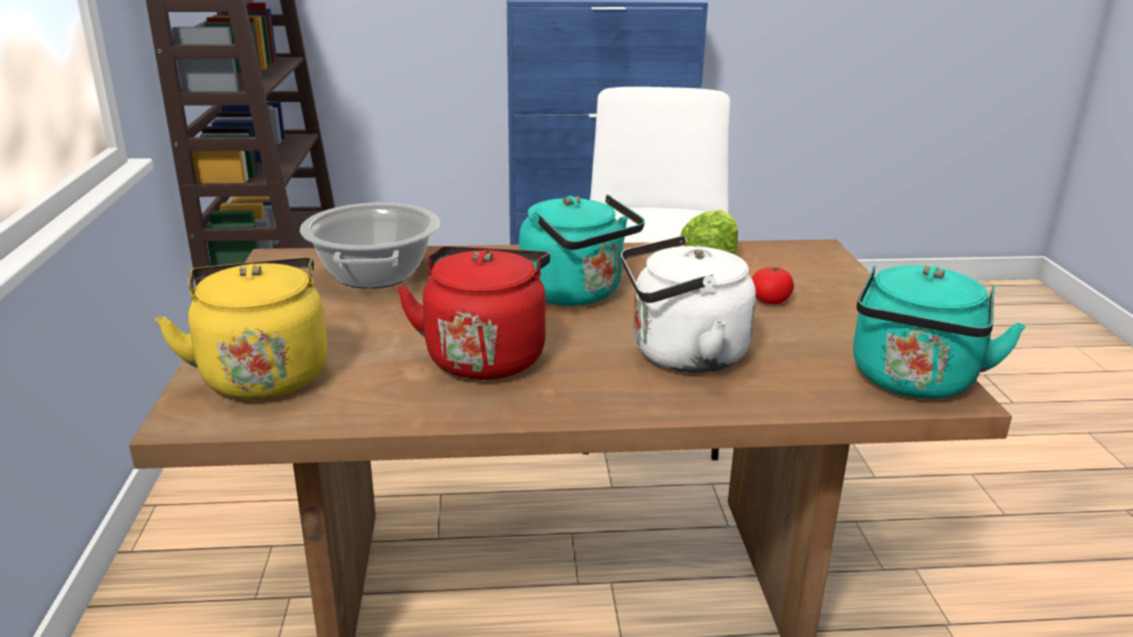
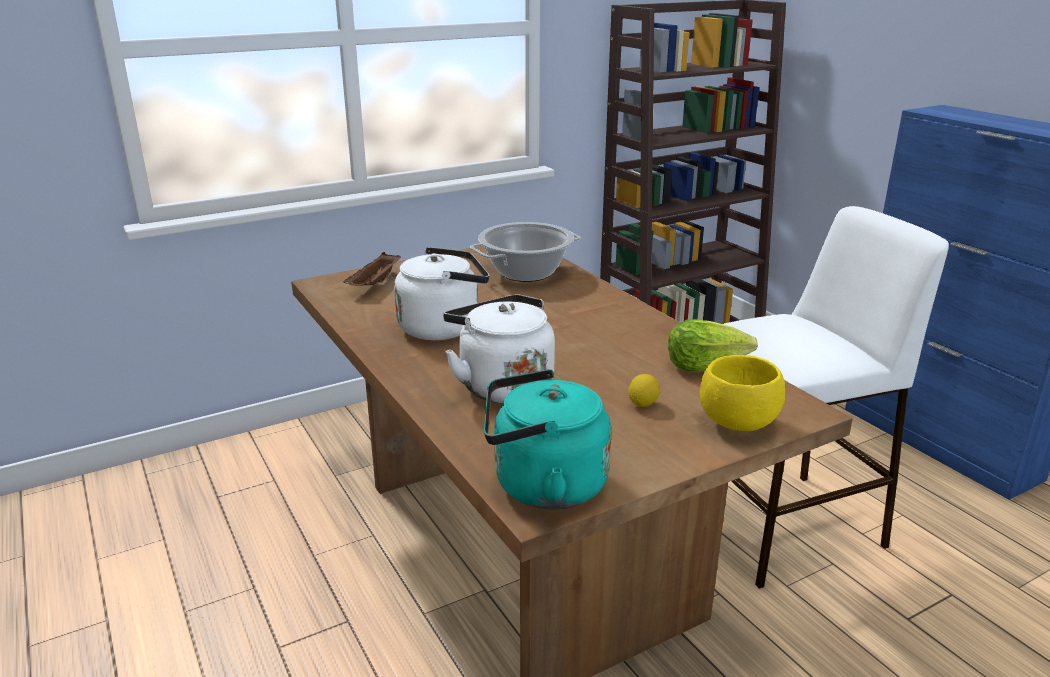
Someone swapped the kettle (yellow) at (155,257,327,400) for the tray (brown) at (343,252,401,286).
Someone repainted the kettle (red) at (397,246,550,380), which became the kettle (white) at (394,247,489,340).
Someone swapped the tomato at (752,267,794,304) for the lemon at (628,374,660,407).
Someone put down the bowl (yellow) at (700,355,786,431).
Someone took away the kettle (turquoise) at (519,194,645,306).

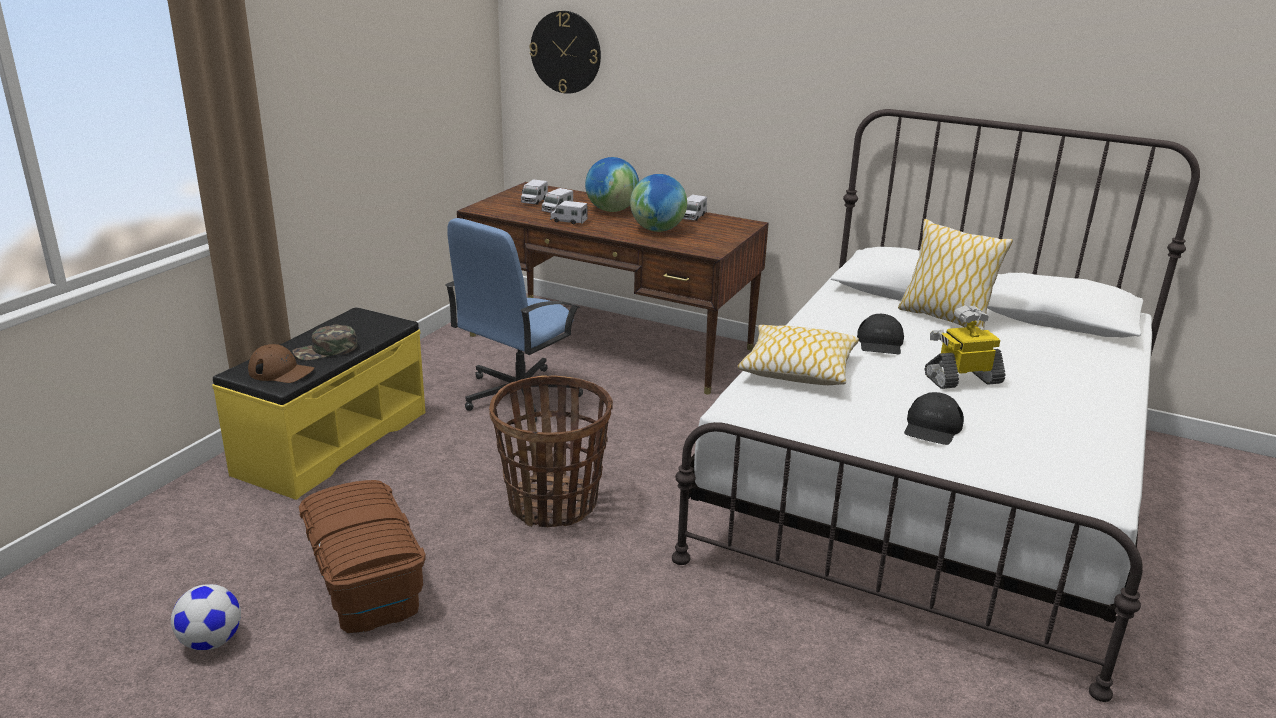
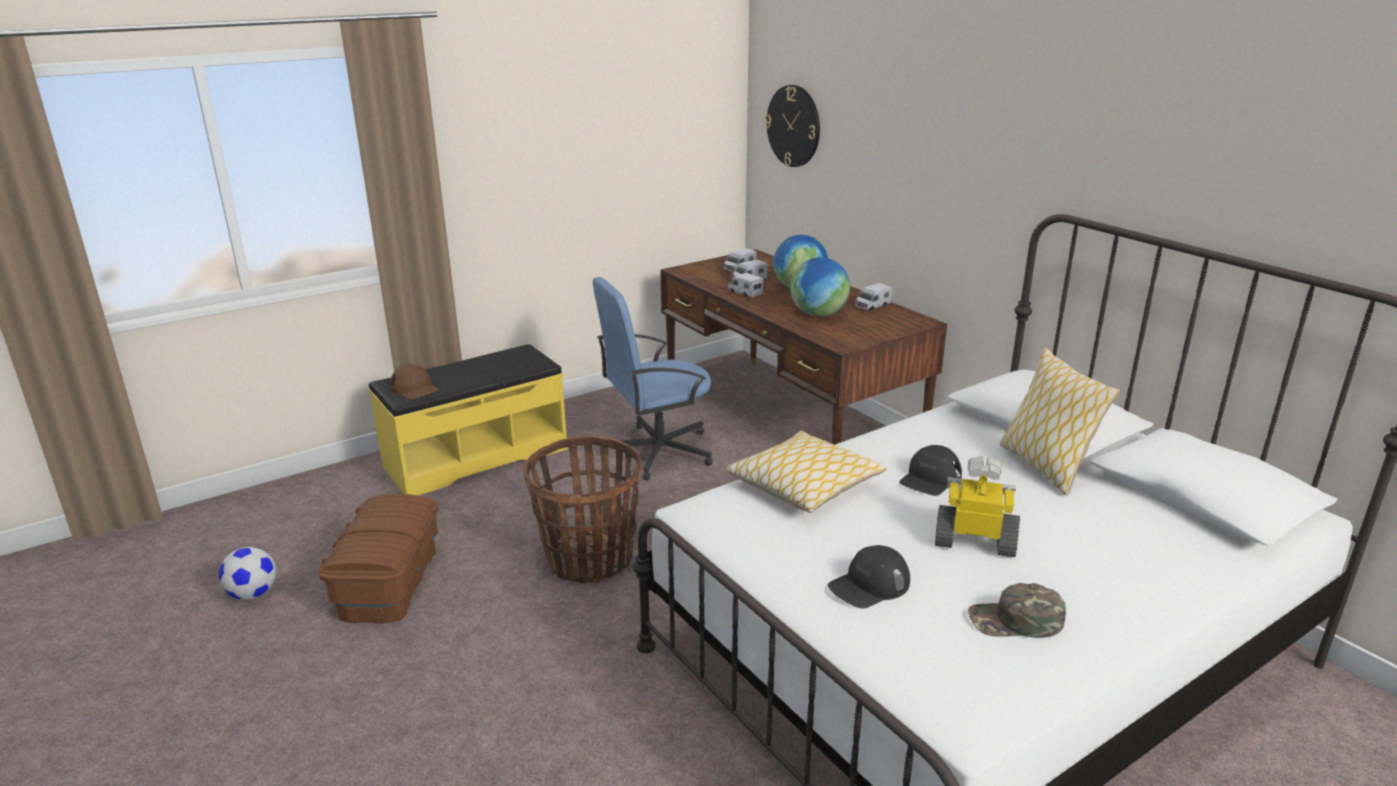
Someone carried the cap (green) from (292,324,358,361) to (968,583,1066,638).

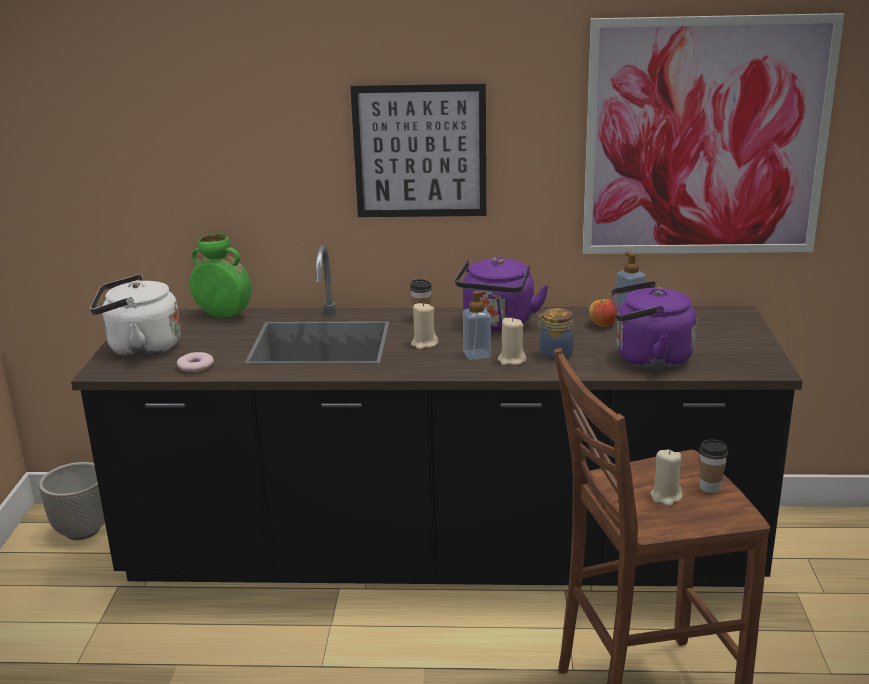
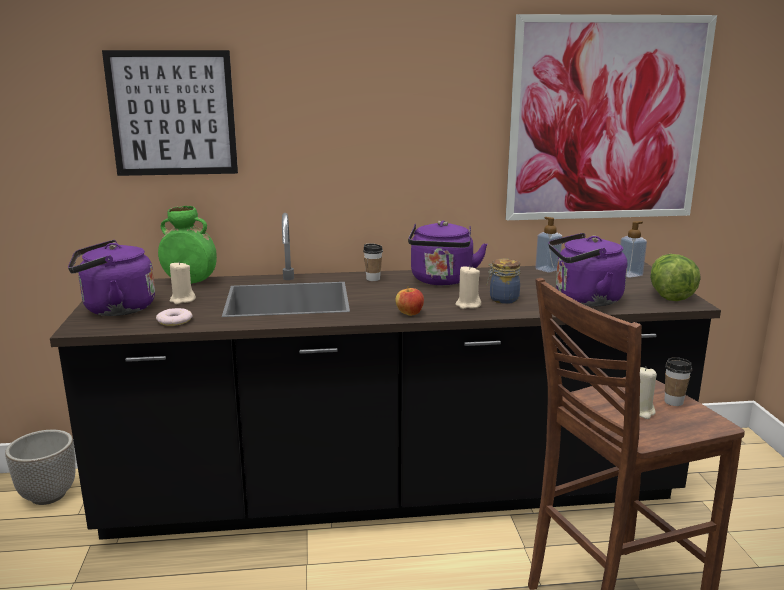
Someone repainted the kettle (white) at (90,274,181,357), which became the kettle (purple) at (68,240,155,316).
Someone carried the picture from (350,83,486,217) to (102,50,238,176).
Someone carried the candle (beige) from (411,302,438,349) to (170,261,196,304).
Someone carried the apple from (589,297,618,327) to (396,286,424,316).
Someone carried the soap dispenser from (463,291,491,360) to (620,221,647,277).
Someone put down the lettuce at (650,254,701,301).

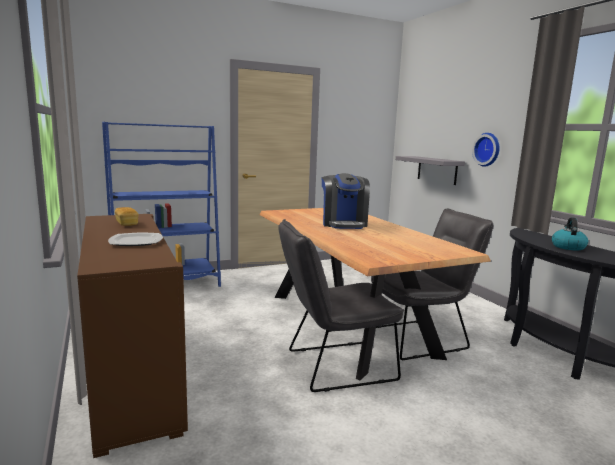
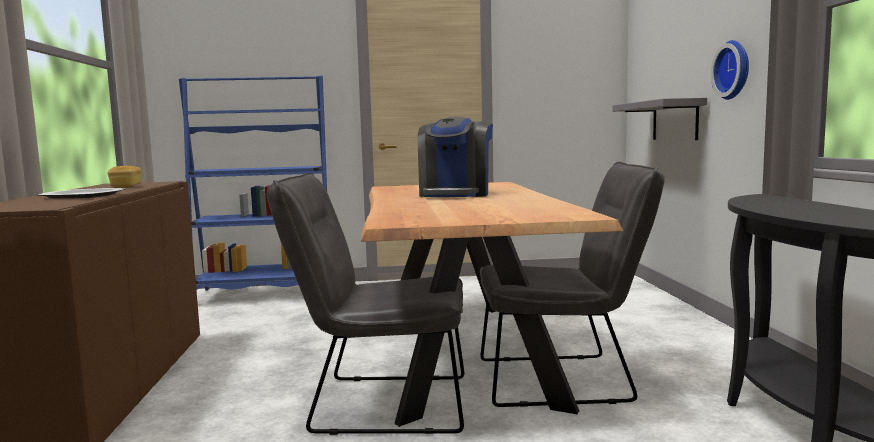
Someone took away the kettle at (552,217,588,250).

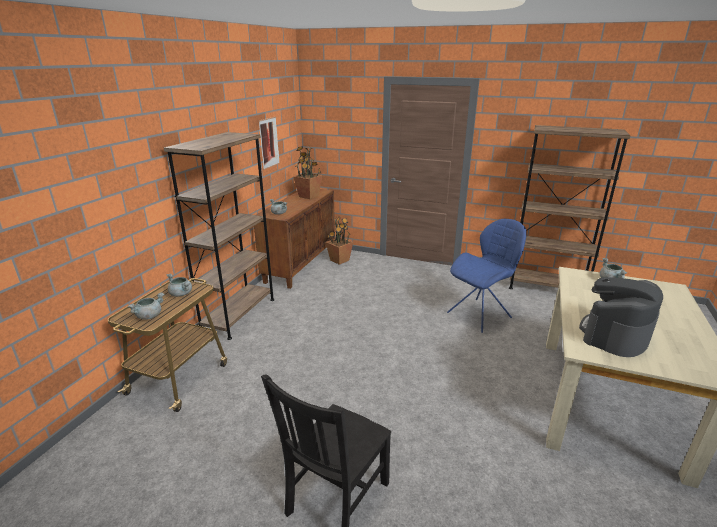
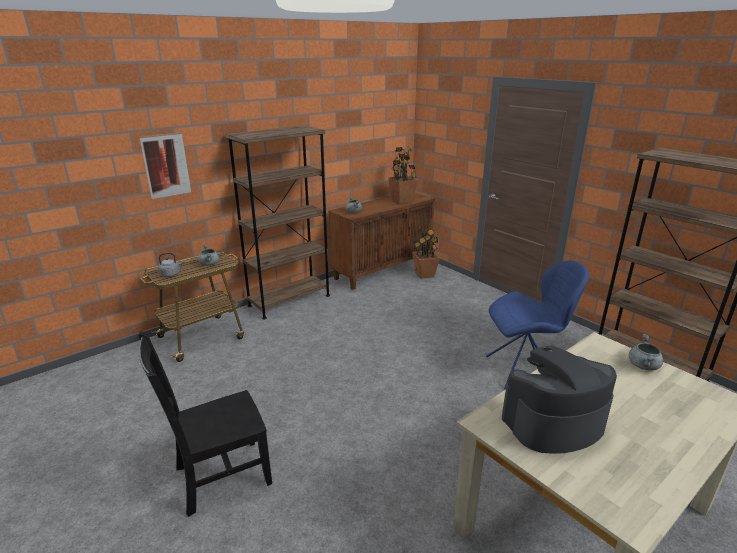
Someone carried the picture from (259,117,280,170) to (139,132,191,200).
Someone swapped the cooking pot (grey) at (128,292,164,320) for the kettle (grey) at (158,252,185,277).

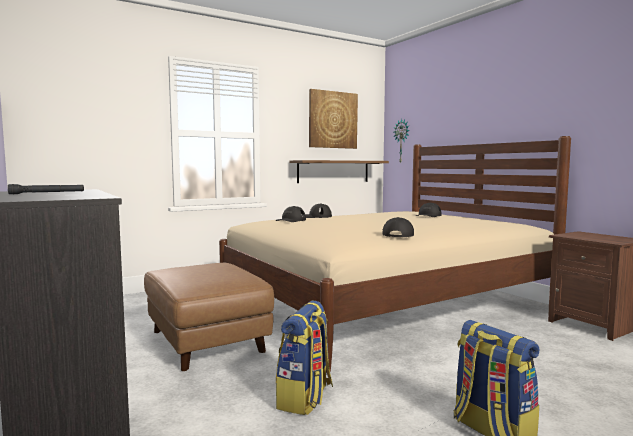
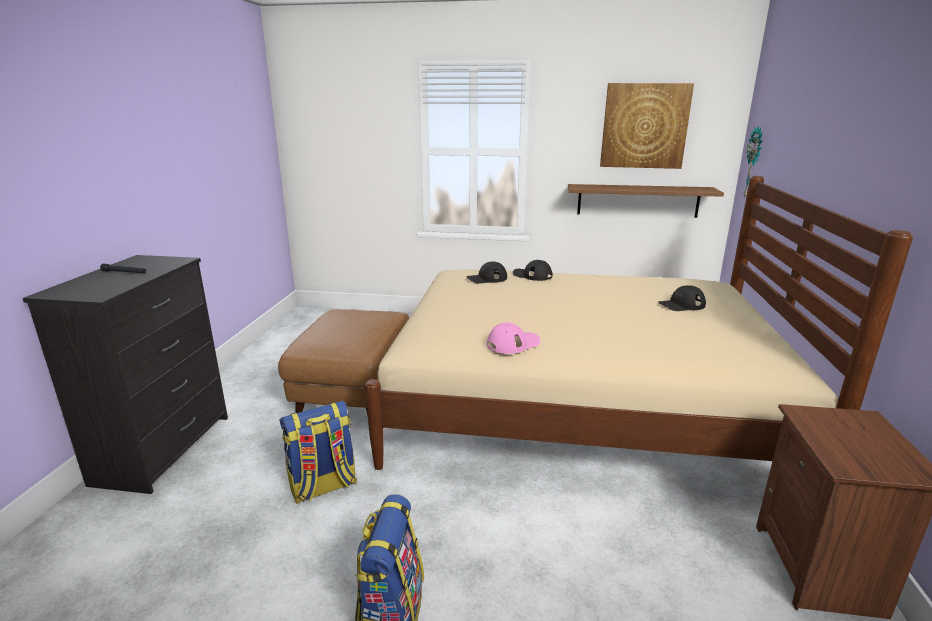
Someone repainted the cap (black) at (383,217,414,237), which became the cap (pink) at (487,322,540,354).

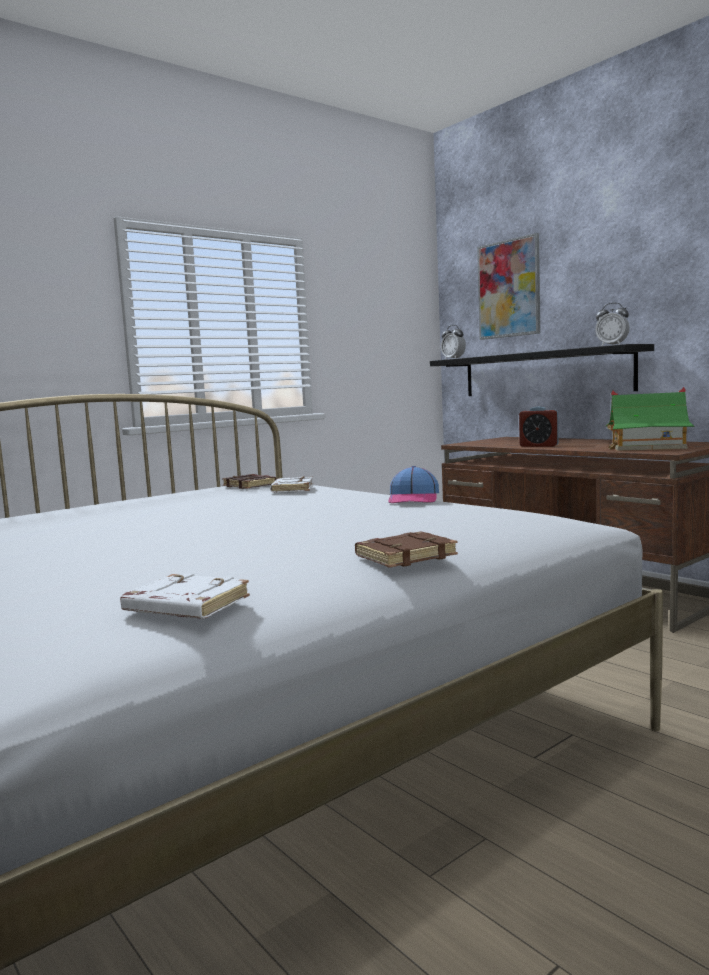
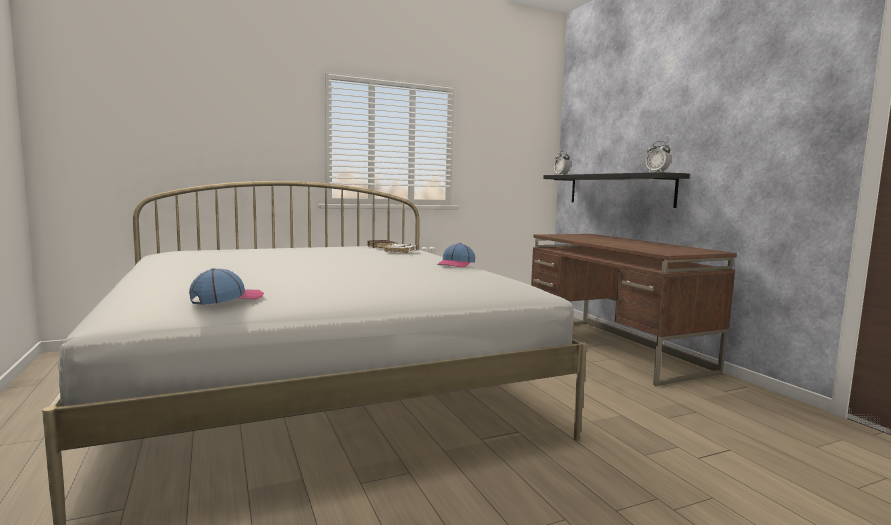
Someone swapped the book (white) at (120,574,250,619) for the cap at (189,268,264,305).
Someone took away the book (brown) at (355,532,458,568).
Someone took away the picture at (477,233,540,340).
Someone took away the alarm clock at (519,406,559,447).
Someone took away the toy house at (605,387,694,451).

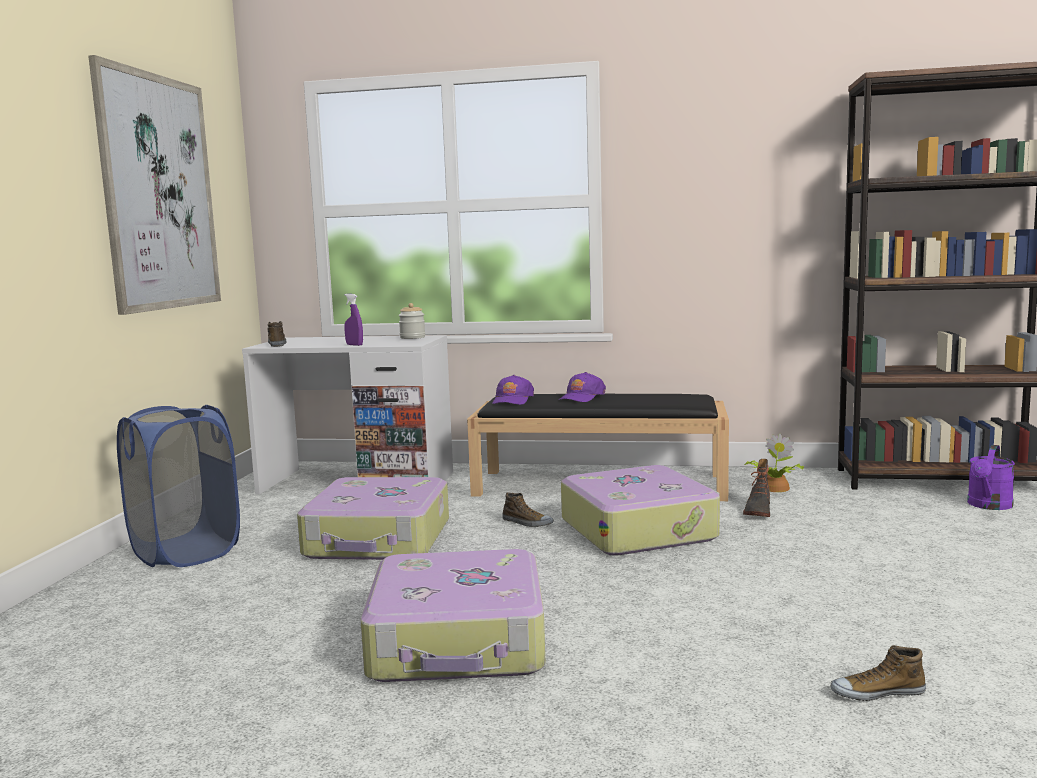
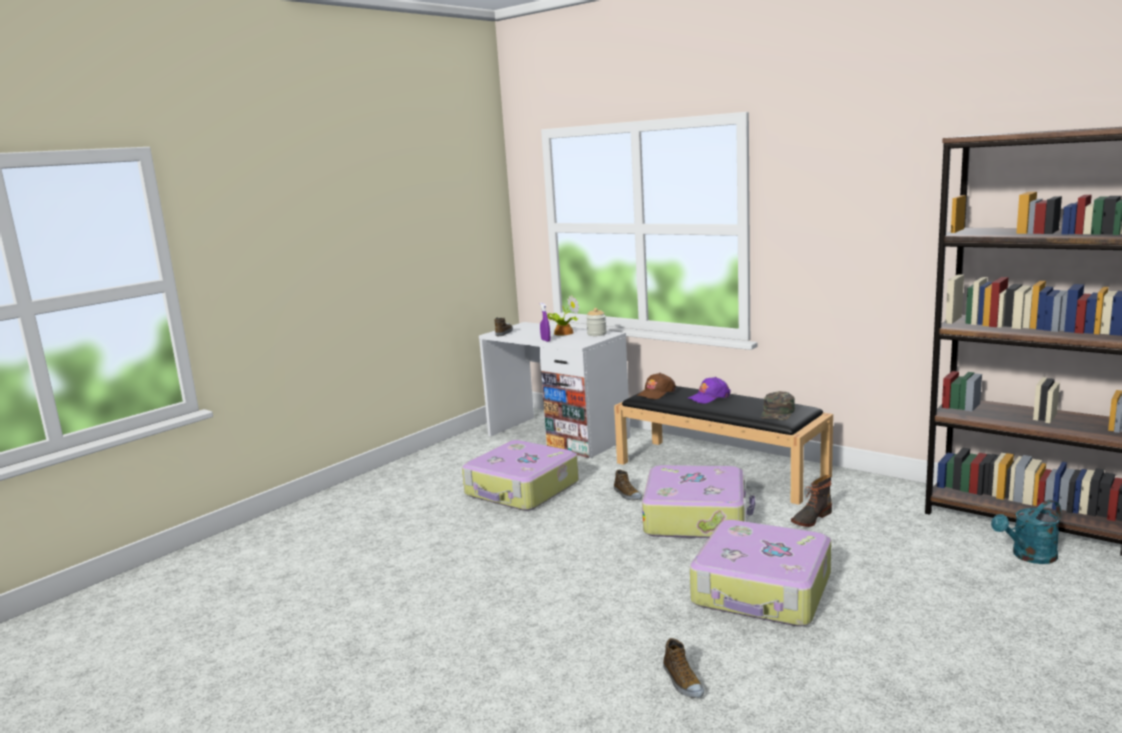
Someone carried the potted plant from (744,433,804,492) to (547,295,579,336).
Someone repainted the cap (purple) at (492,375,534,404), which became the cap (brown) at (637,373,676,399).
Someone rotated the shoe at (830,645,926,701) by 135 degrees counterclockwise.
Someone carried the suitcase from (360,549,545,682) to (690,520,831,626).
Someone put down the cap (green) at (760,391,795,420).
Someone repainted the watering can (purple) at (967,445,1015,510), which became the watering can (turquoise) at (991,500,1061,564).
Someone took away the picture at (88,55,221,315).
Someone took away the laundry basket (blue) at (117,405,240,567).

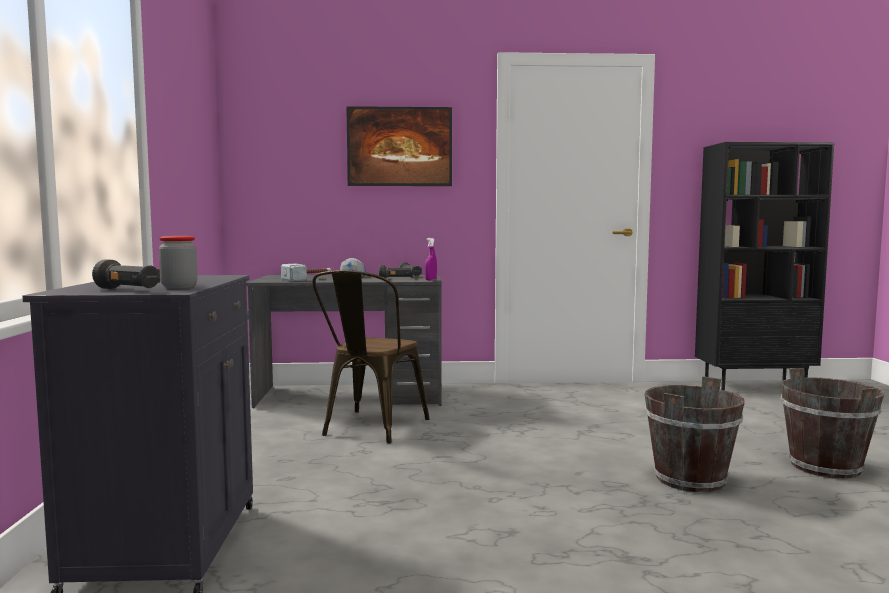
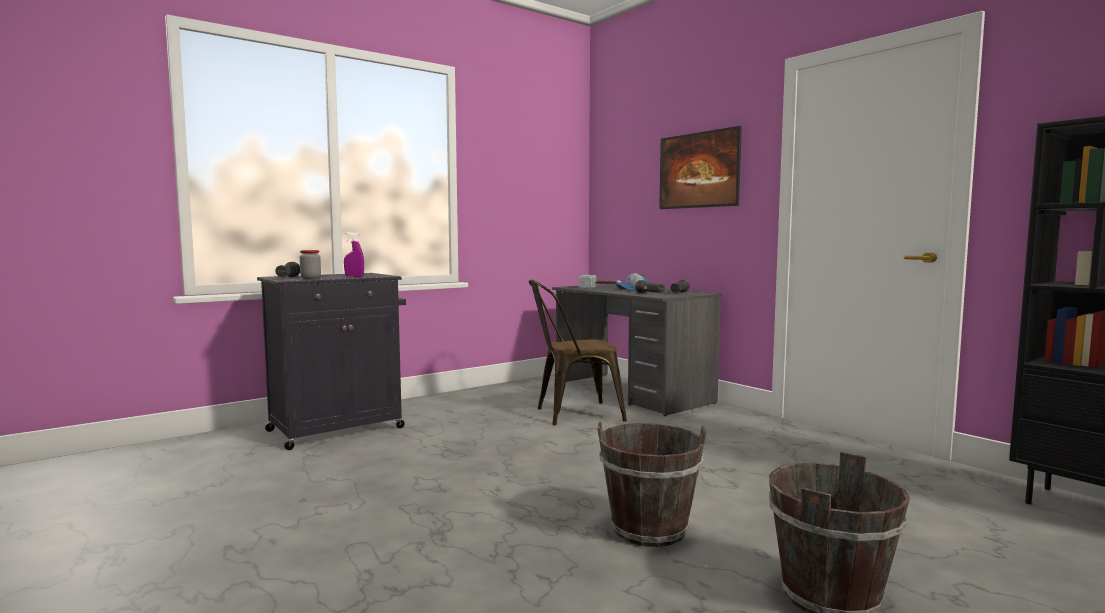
Someone carried the spray bottle (purple) from (425,238,437,280) to (344,232,364,277).

